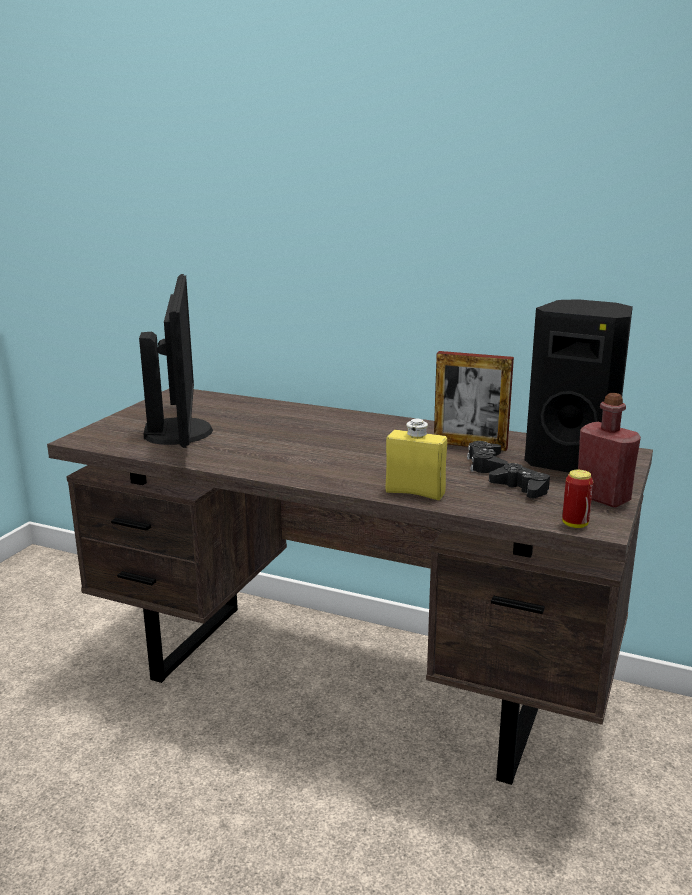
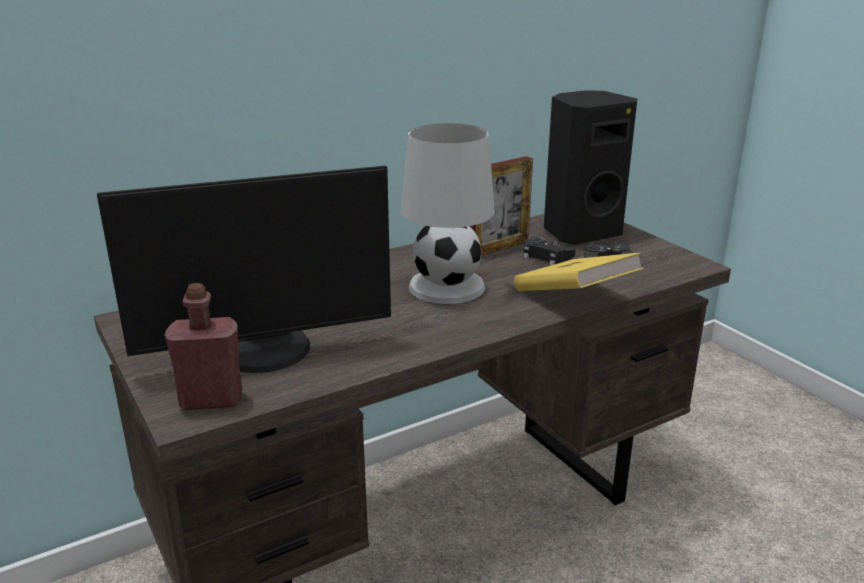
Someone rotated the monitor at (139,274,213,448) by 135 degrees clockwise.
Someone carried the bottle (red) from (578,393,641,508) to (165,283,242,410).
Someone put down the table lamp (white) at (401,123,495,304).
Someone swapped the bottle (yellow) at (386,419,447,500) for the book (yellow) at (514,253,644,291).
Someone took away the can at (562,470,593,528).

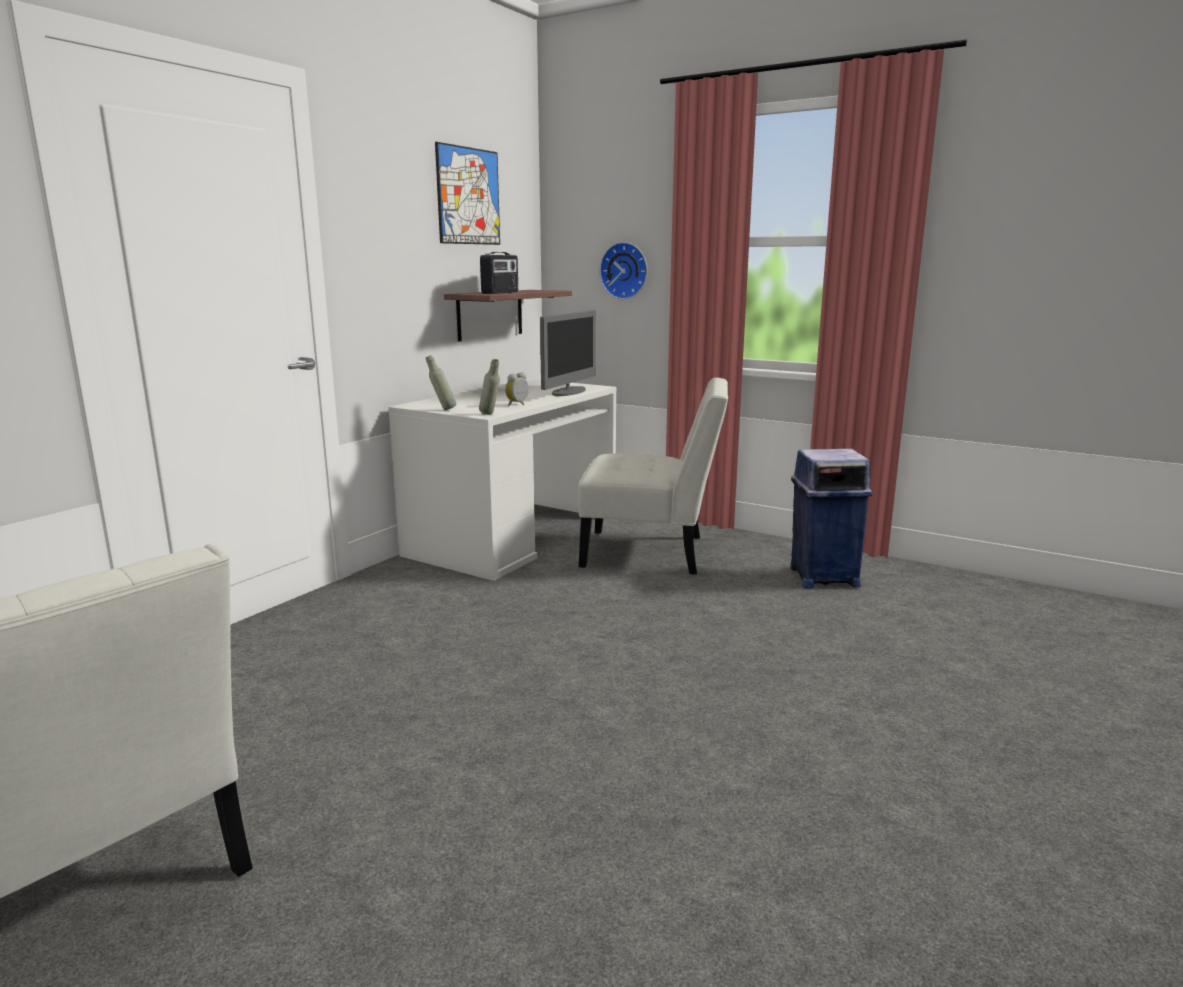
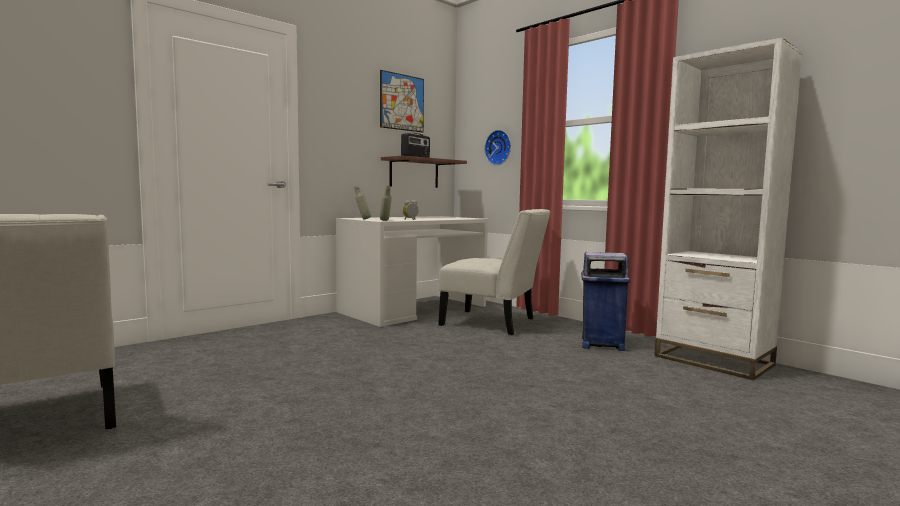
Someone put down the bookcase (white) at (654,37,803,380).
Someone took away the monitor at (540,311,596,396).

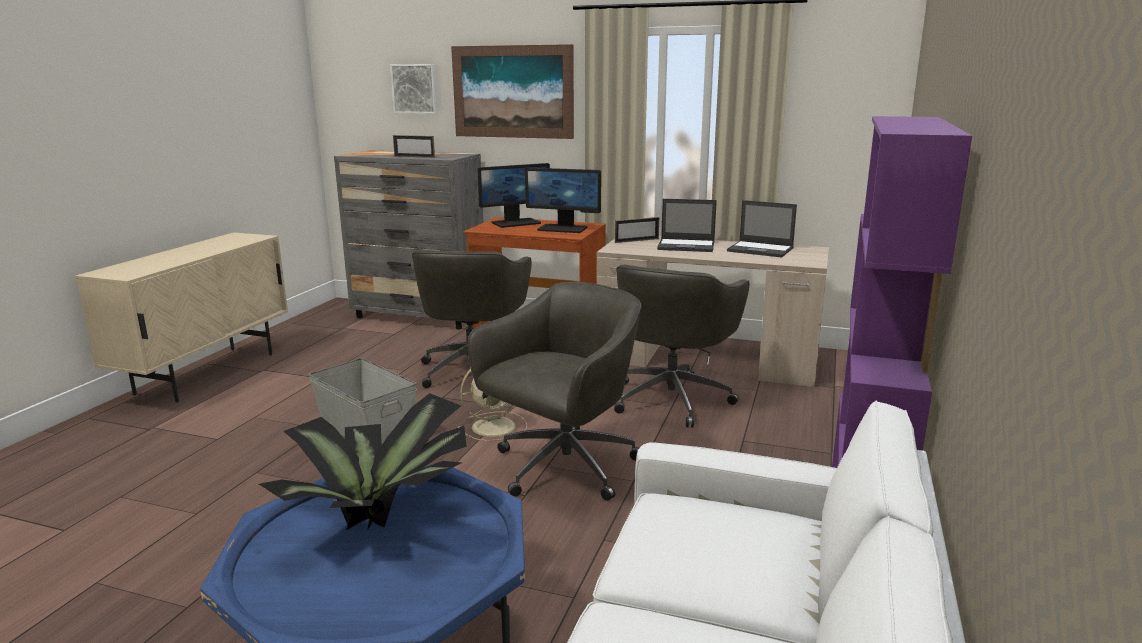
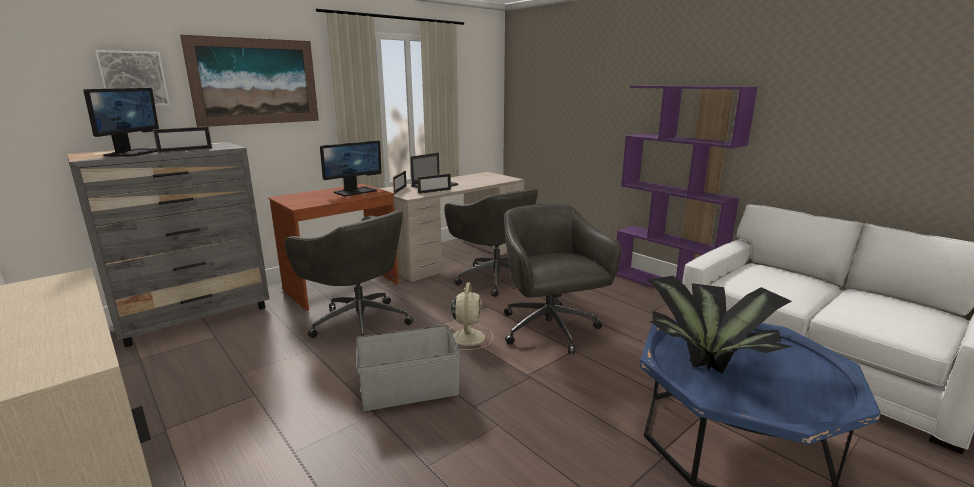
Someone carried the monitor from (478,163,550,228) to (83,88,159,157).
Someone put down the picture frame at (417,173,451,194).
Someone took away the laptop at (727,200,797,257).

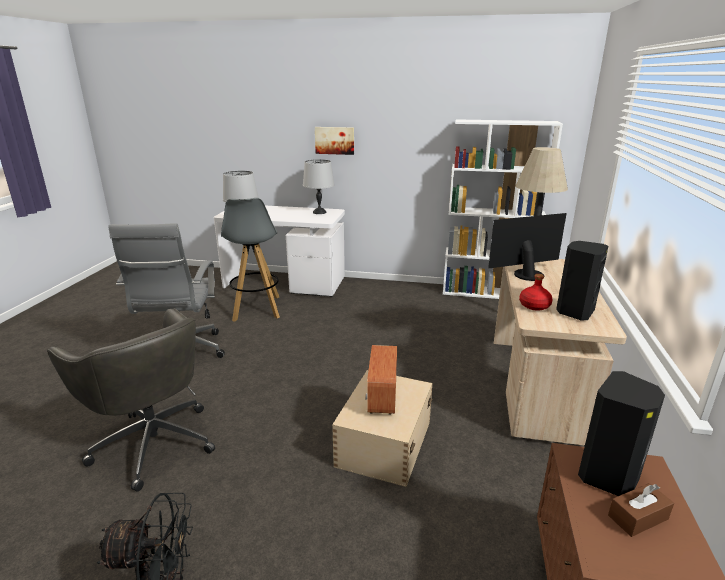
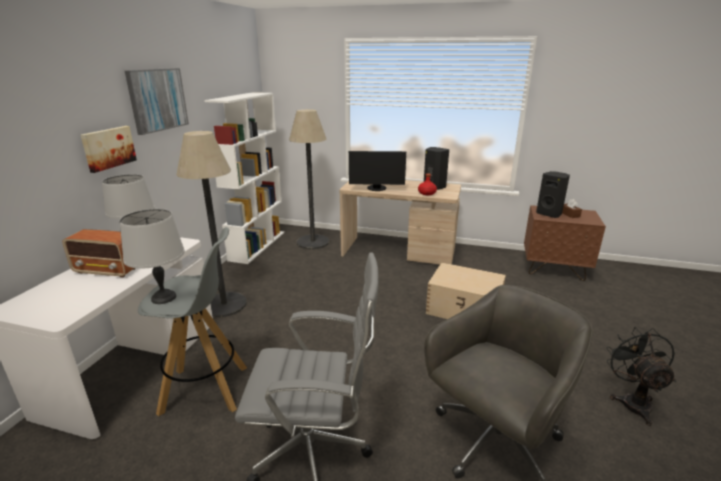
Someone carried the radio from (365,345,397,415) to (62,229,136,277).
Someone put up the picture at (125,68,189,135).
Someone put down the floor lamp at (177,131,247,317).
Someone rotated the monitor at (488,213,567,281) by 75 degrees counterclockwise.

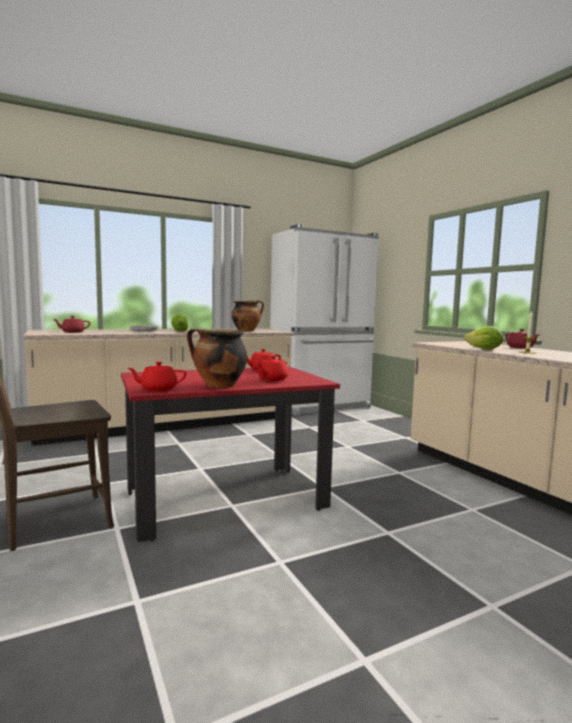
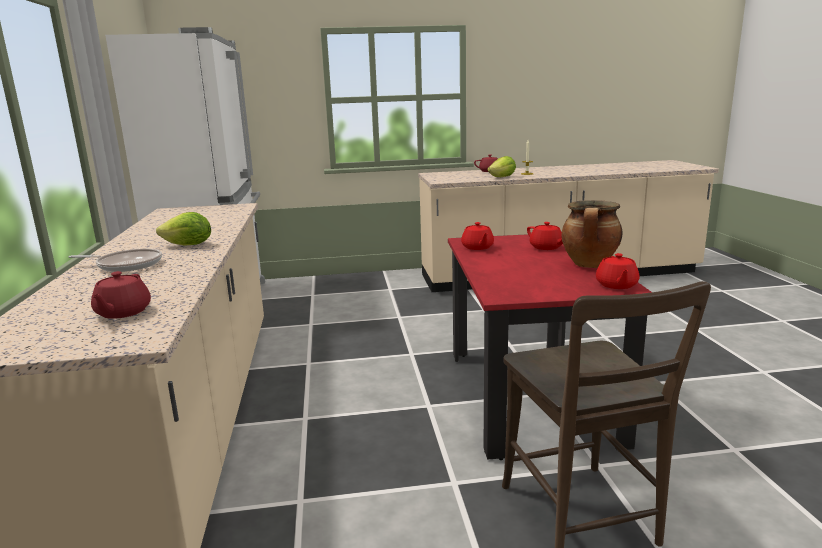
Someone took away the cooking pot at (232,300,264,332).

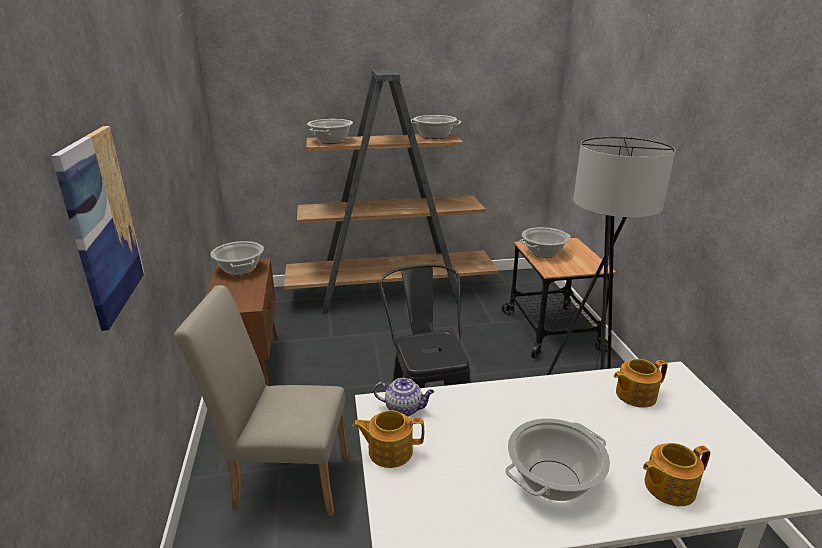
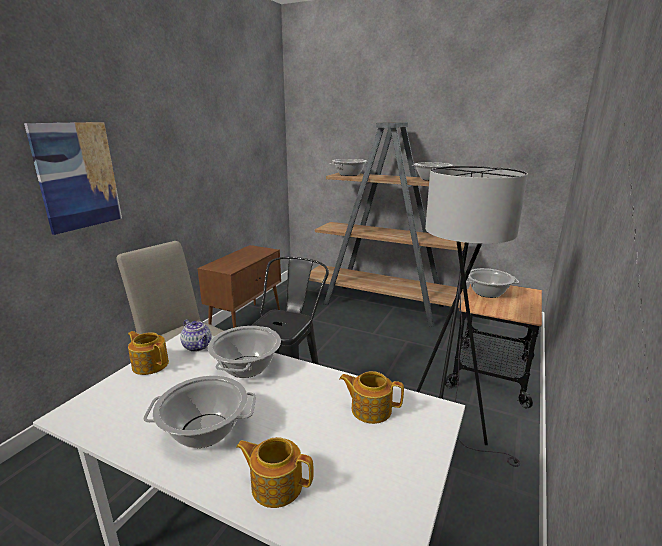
Someone carried the cooking pot from (211,241,264,275) to (208,326,281,378).

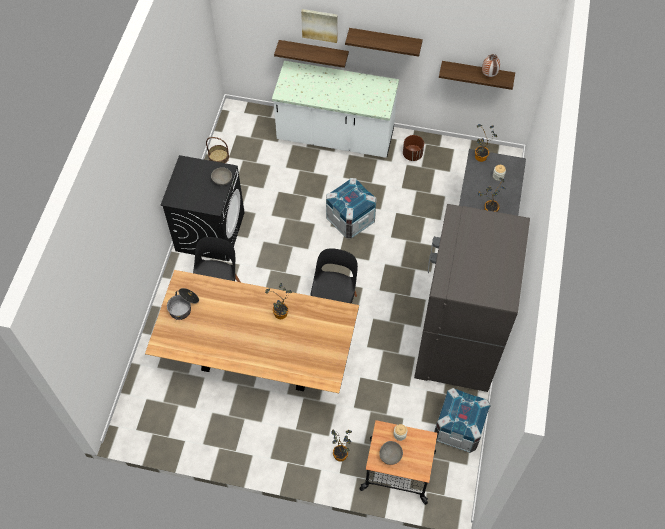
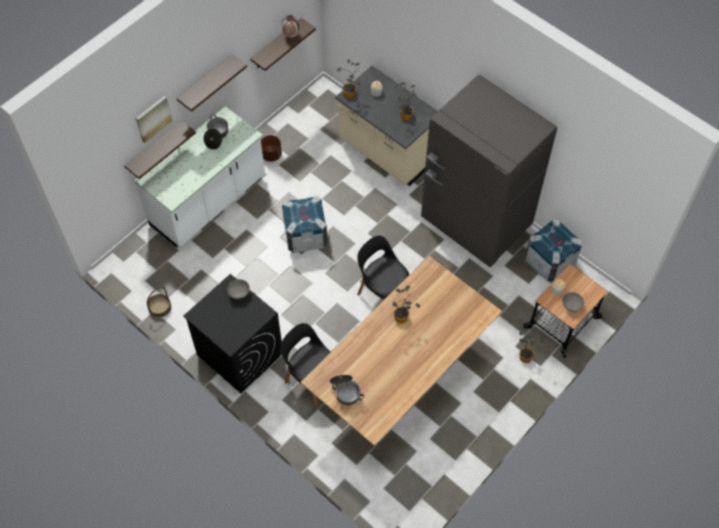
Someone put down the cooking pot at (203,114,228,150).

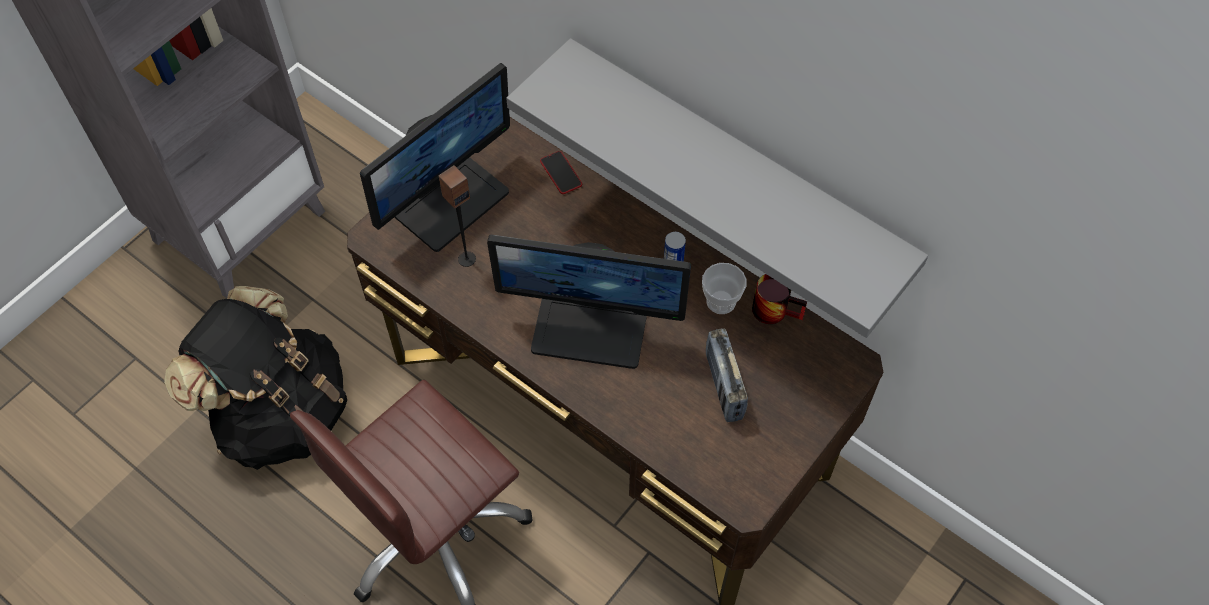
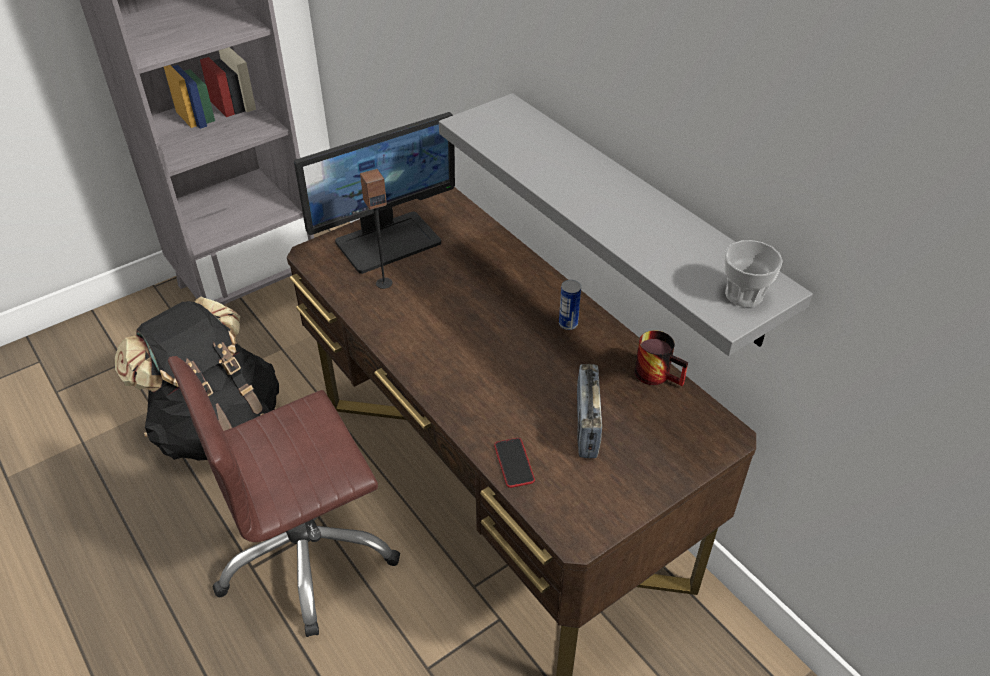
Someone carried the phone from (540,151,582,194) to (494,438,535,488).
Someone carried the cup from (702,263,746,314) to (724,240,783,307).
Someone took away the monitor at (487,235,691,369).

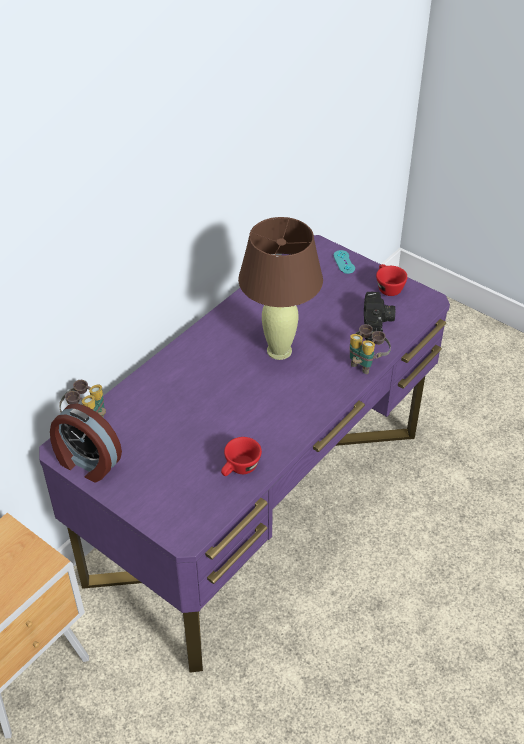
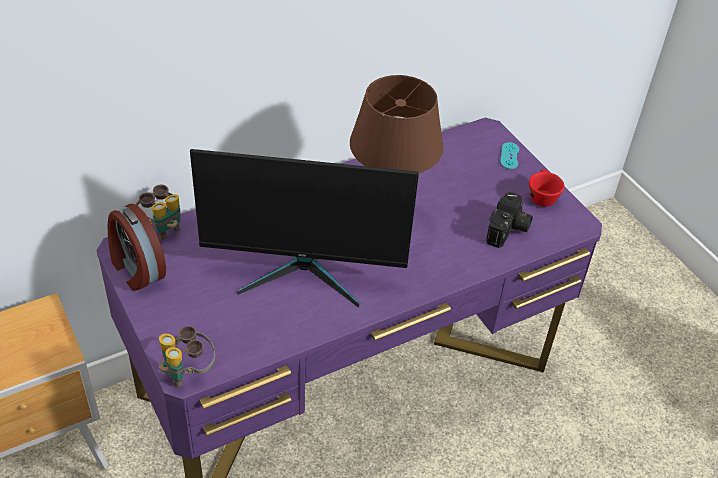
Someone carried the binoculars from (349,324,391,374) to (159,326,215,387).
Someone put down the monitor at (190,149,419,308).
Someone took away the cup (red) at (221,437,262,476).

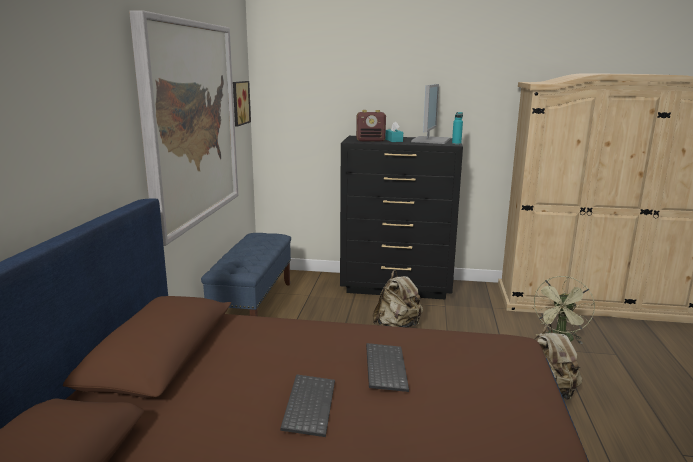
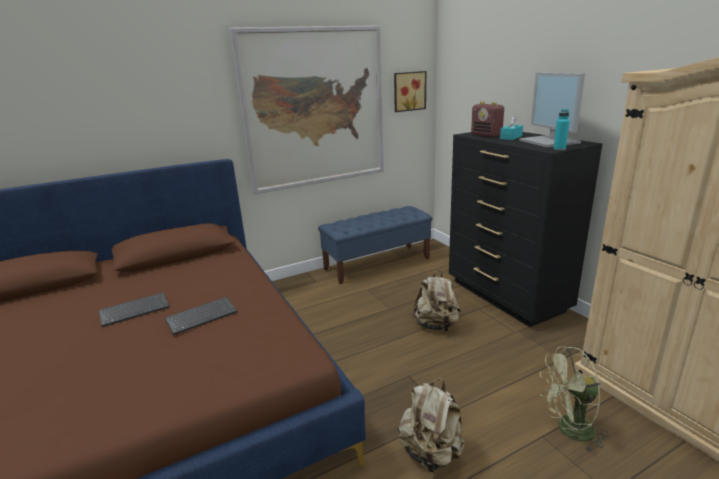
Someone rotated the monitor at (411,84,450,144) by 90 degrees clockwise.

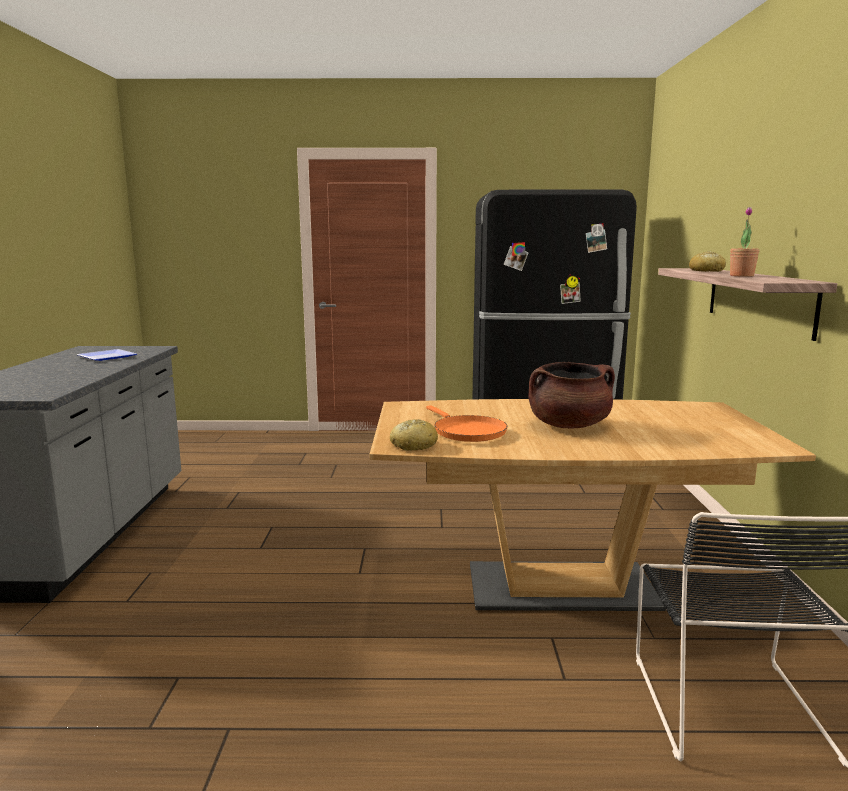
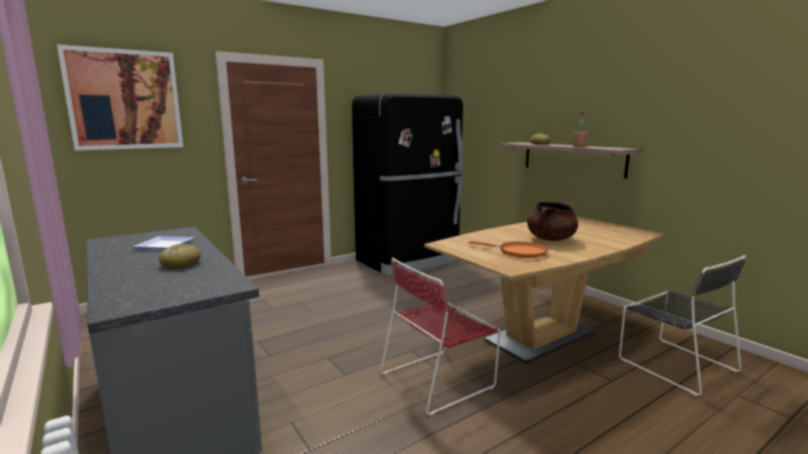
Someone put up the picture at (57,44,183,151).
Someone carried the bread from (390,419,438,451) to (159,243,201,268).
Someone put down the chair (red) at (380,258,500,416).

